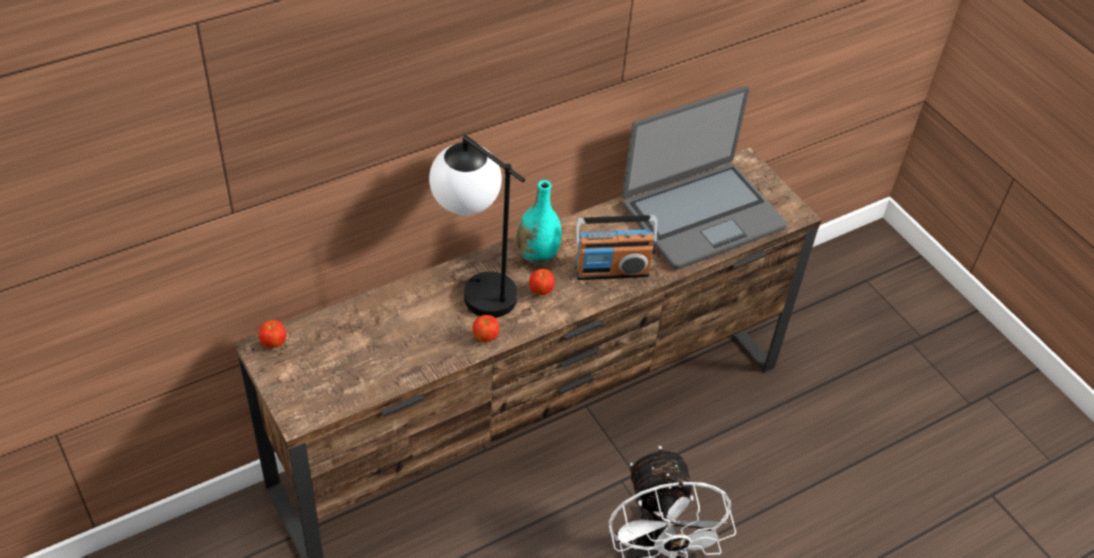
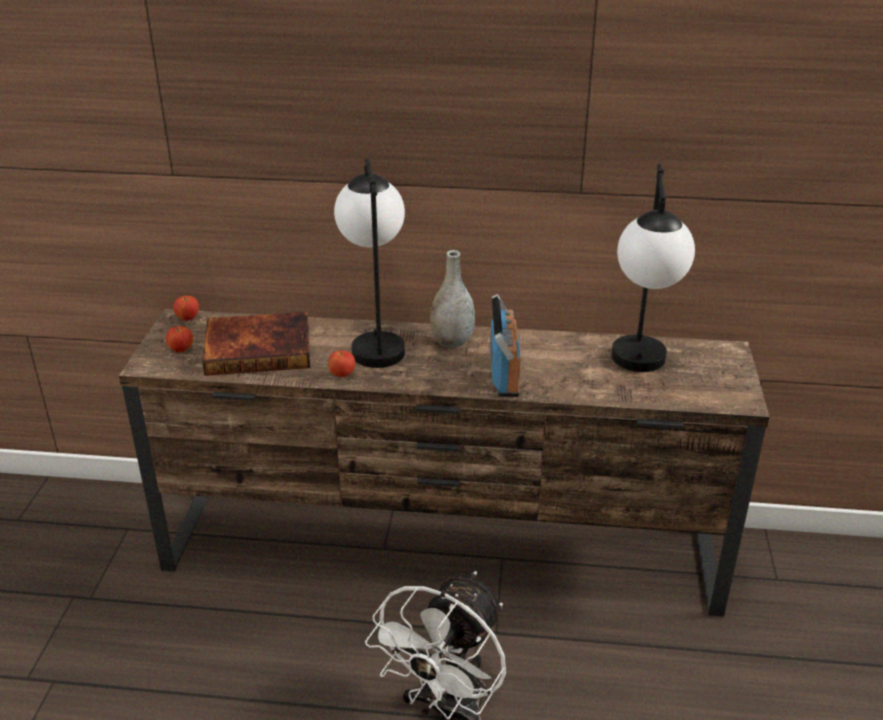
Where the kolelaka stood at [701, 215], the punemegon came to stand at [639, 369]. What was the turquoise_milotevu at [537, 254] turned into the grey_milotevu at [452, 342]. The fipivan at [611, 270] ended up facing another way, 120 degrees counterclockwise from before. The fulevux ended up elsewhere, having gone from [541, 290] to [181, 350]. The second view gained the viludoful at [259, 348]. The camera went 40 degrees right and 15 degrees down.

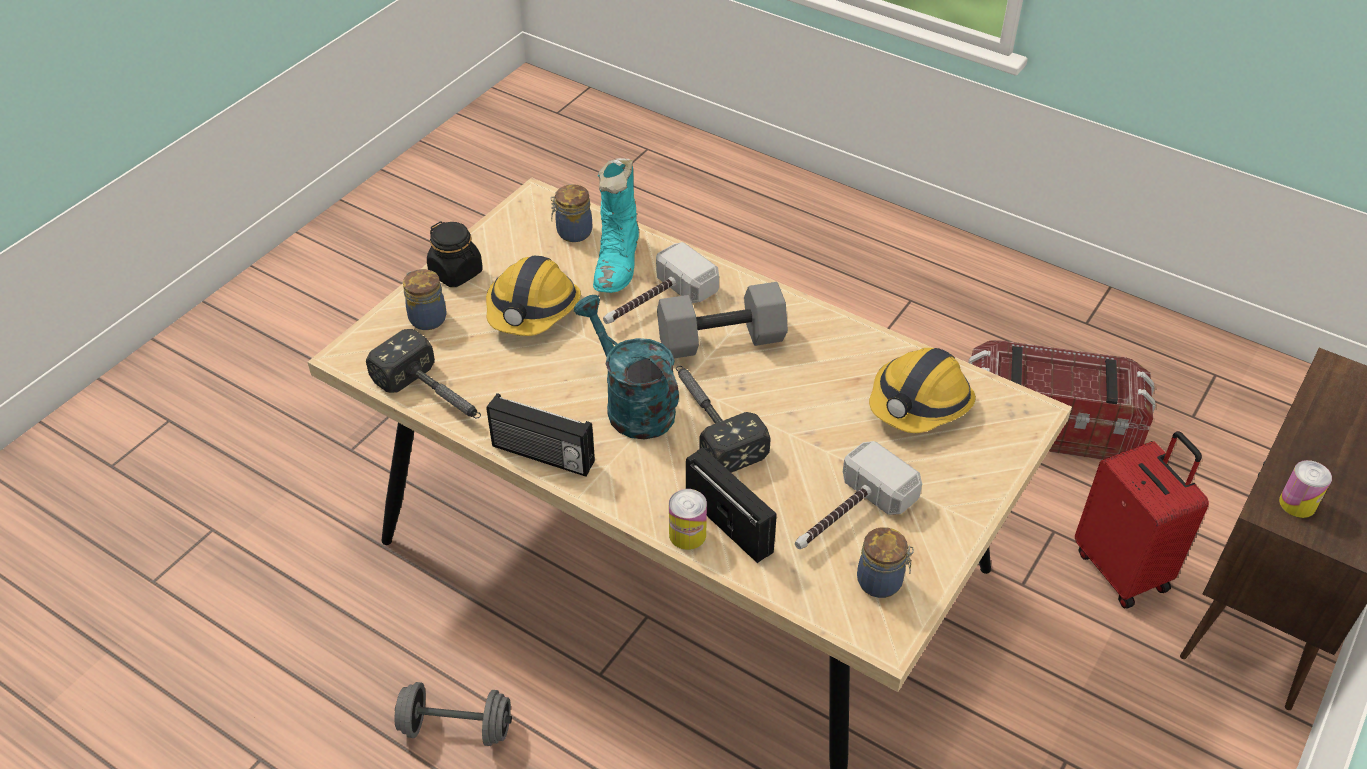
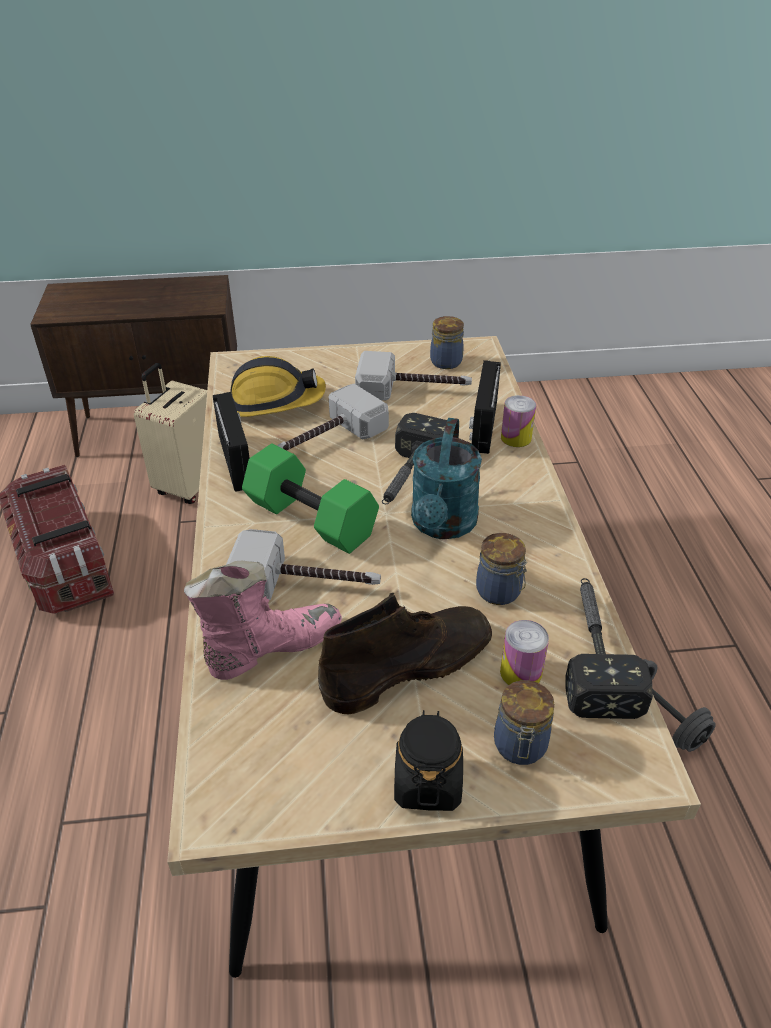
What was the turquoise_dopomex at [618, 263] turned into the pink_dopomex at [271, 648]. The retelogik ended up elsewhere, having gone from [572, 232] to [500, 592]. Where the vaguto stood at [533, 310], the brown_dopomex came to stand at [409, 666]. What was the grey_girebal at [720, 341] turned into the green_girebal at [313, 518]. The fipivan ended up elsewhere, having gone from [542, 456] to [237, 461]. What was the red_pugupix at [1123, 569] turned into the beige_pugupix at [188, 485]. The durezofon ended up elsewhere, having gone from [1297, 504] to [520, 672]. The second view gained the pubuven at [326, 439]. The camera went 130 degrees left and 5 degrees down.

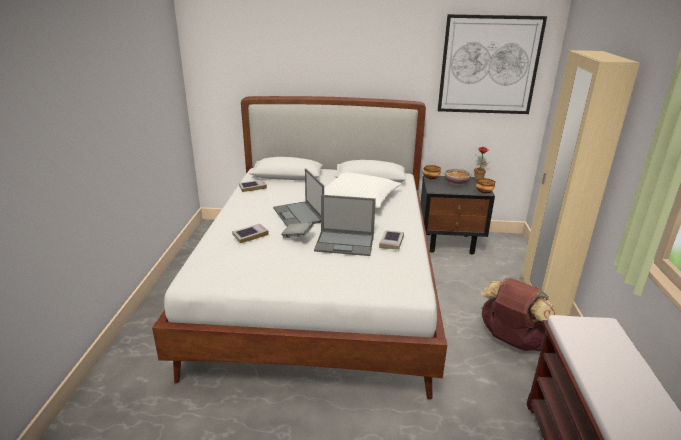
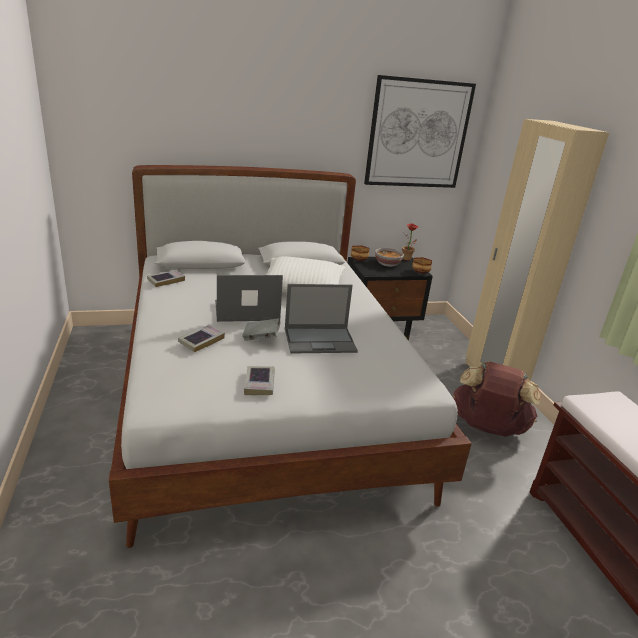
The kolelaka at [298, 215] ended up facing another way, 120 degrees clockwise from before. The viludoful ended up elsewhere, having gone from [391, 242] to [259, 383]. The camera went 20 degrees left and 0 degrees up.

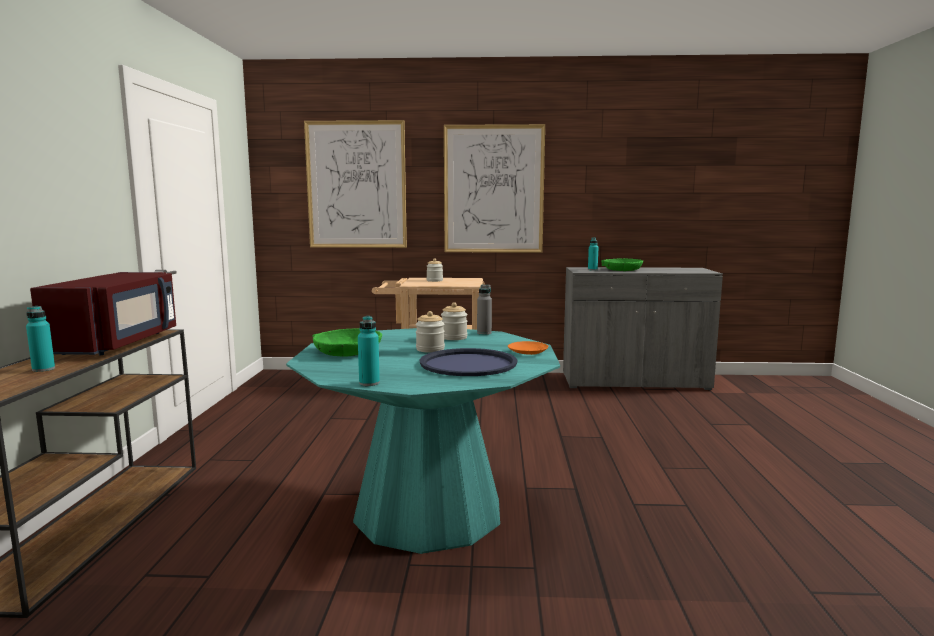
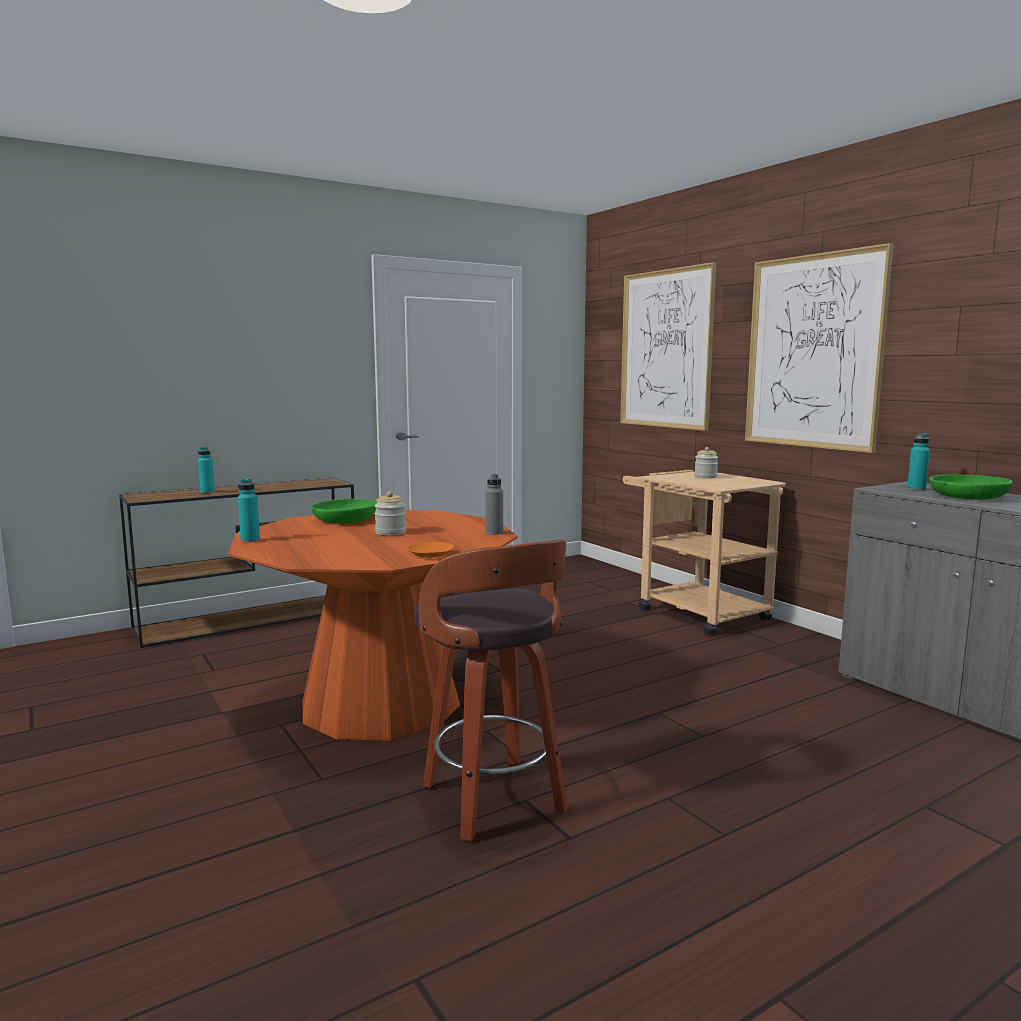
The second view lost the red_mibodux at [117, 343]. The second view lost the retelogik at [454, 337]. What was the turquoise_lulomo at [428, 511] turned into the orange_lulomo at [381, 703]. The second view lost the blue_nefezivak at [468, 364]. The second view gained the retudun at [495, 801]. The camera went 55 degrees right and 0 degrees up.

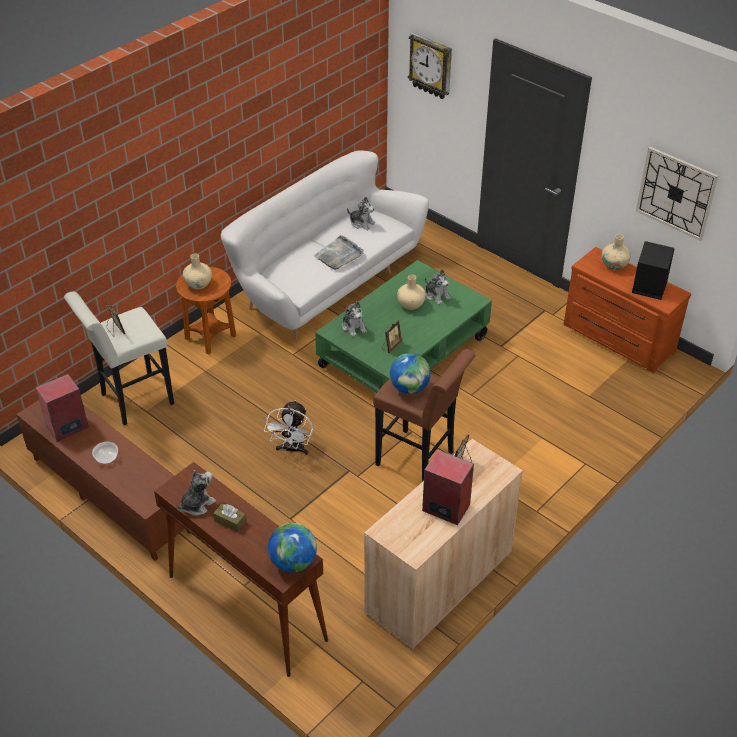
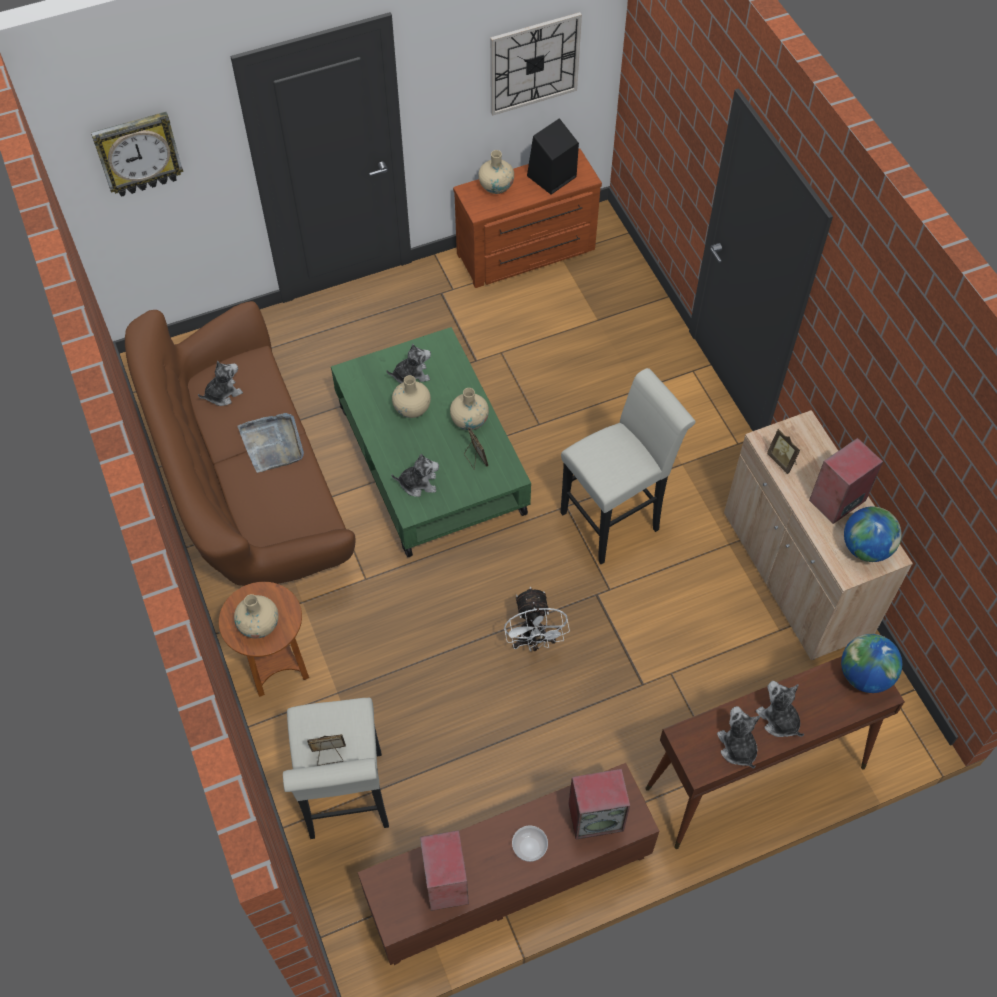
What was the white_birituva at [325, 283] turned into the brown_birituva at [250, 490]. What was the brown_retudun at [420, 460] turned into the white_retudun at [616, 518]. The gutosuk ended up elsewhere, having gone from [409, 388] to [866, 547]. The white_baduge at [292, 449] ended up facing another way, 45 degrees clockwise from before. Where the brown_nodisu stood at [230, 521], the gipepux came to stand at [778, 719]. The second view gained the beige_milotevu at [469, 420]. The second view gained the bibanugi at [596, 816]. The camera went 65 degrees left and 15 degrees up.

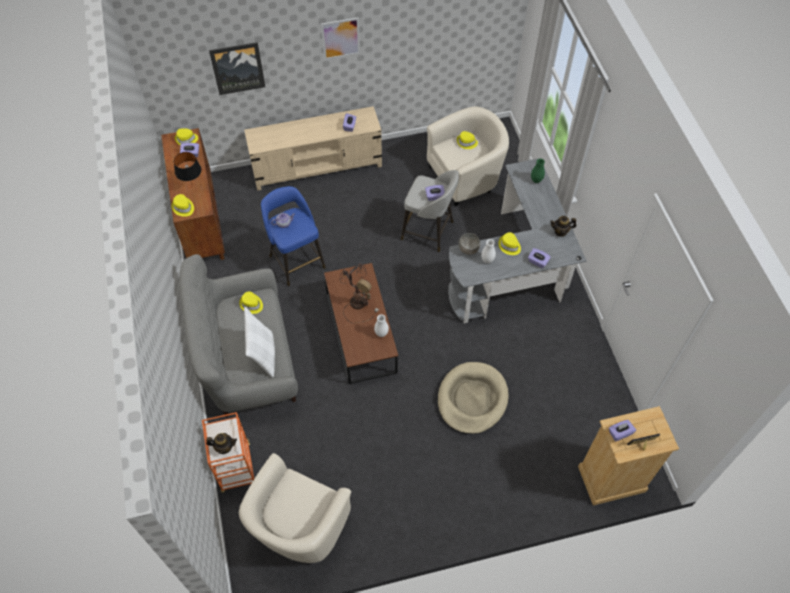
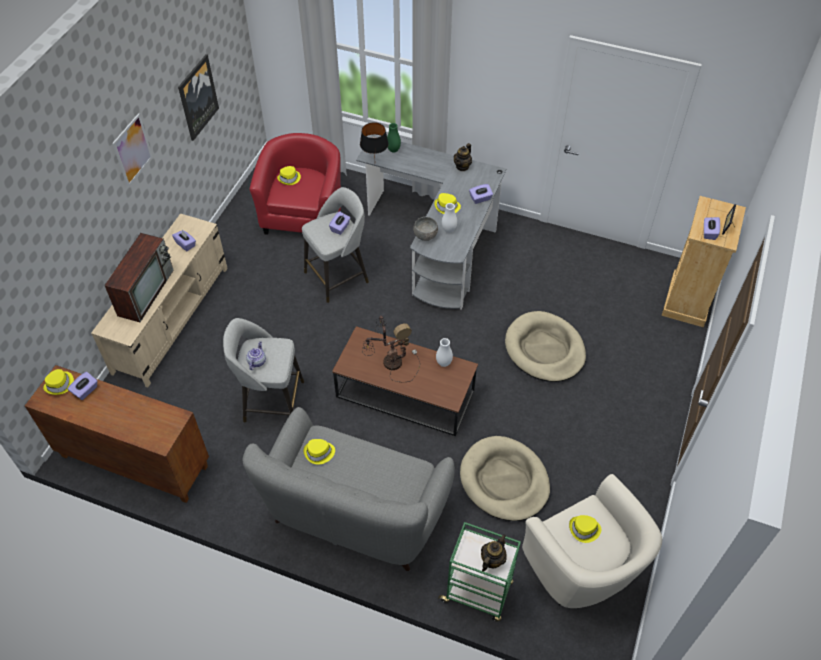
The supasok ended up elsewhere, having gone from [237, 68] to [197, 97]. What was the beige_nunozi at [466, 176] turned into the red_nunozi at [304, 215]. The black_punemegon ended up elsewhere, having gone from [192, 186] to [374, 163]. What was the blue_retudun at [296, 260] turned into the grey_retudun at [271, 401]. The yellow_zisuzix ended up elsewhere, having gone from [183, 207] to [584, 530]. The second view lost the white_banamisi at [263, 354]. What was the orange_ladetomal at [236, 468] turned into the green_ladetomal at [477, 592]. The second view gained the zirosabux at [146, 291]. The second view gained the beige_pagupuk at [504, 481]. The camera went 55 degrees left and 5 degrees down.

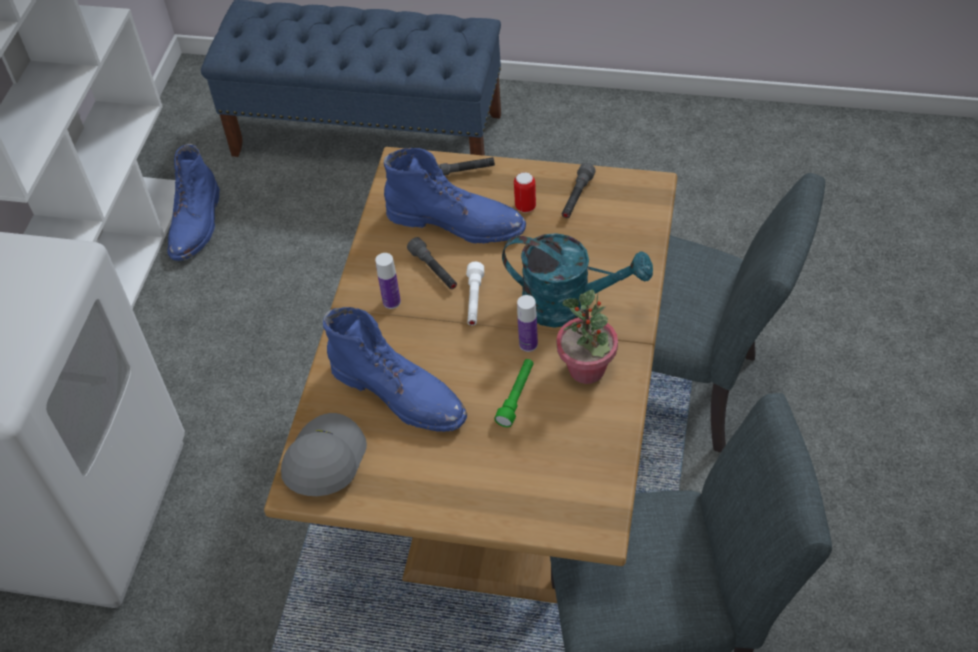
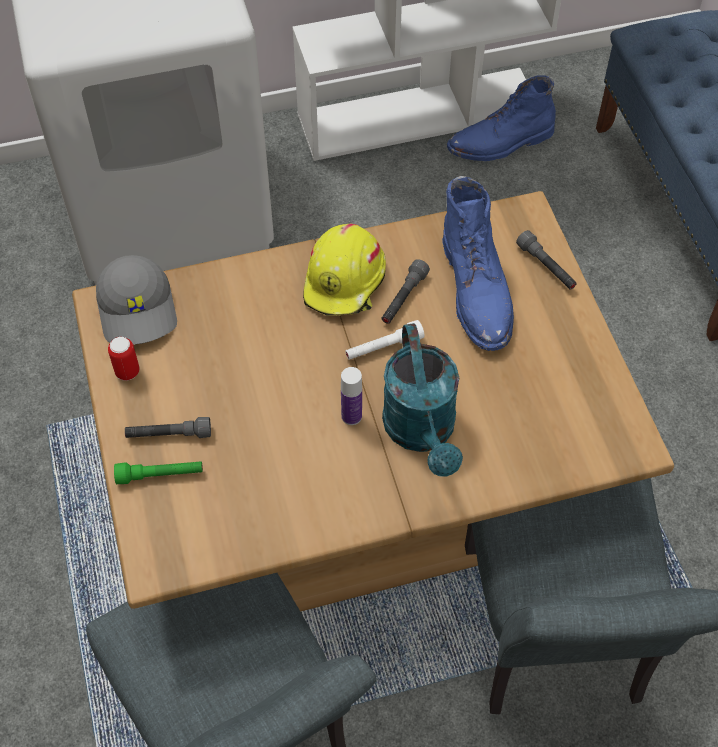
The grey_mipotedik ended up elsewhere, having gone from [576, 197] to [169, 435]. The durezofon ended up elsewhere, having gone from [525, 206] to [127, 372]. Where the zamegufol stood at [391, 302], the yellow_vaguto came to stand at [345, 281]. The second view lost the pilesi at [587, 369]. The second view lost the blue_dopomex at [400, 392]. The green_mipotedik ended up elsewhere, having gone from [516, 396] to [160, 475]. The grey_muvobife at [323, 461] ended up facing another way, 90 degrees clockwise from before. The camera went 60 degrees right and 5 degrees up.

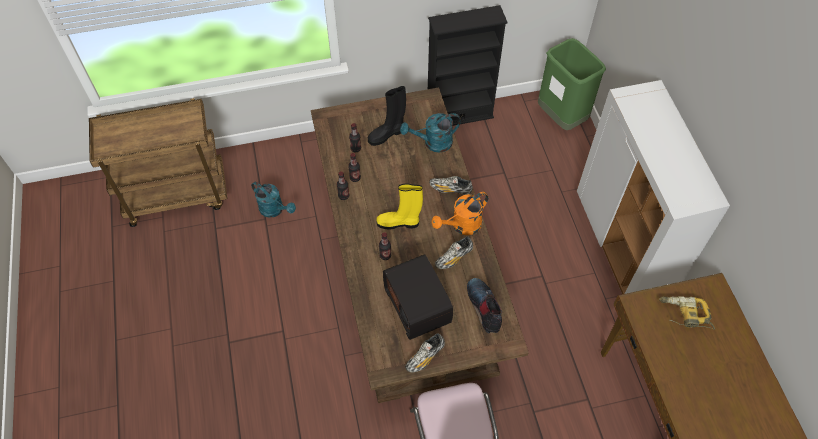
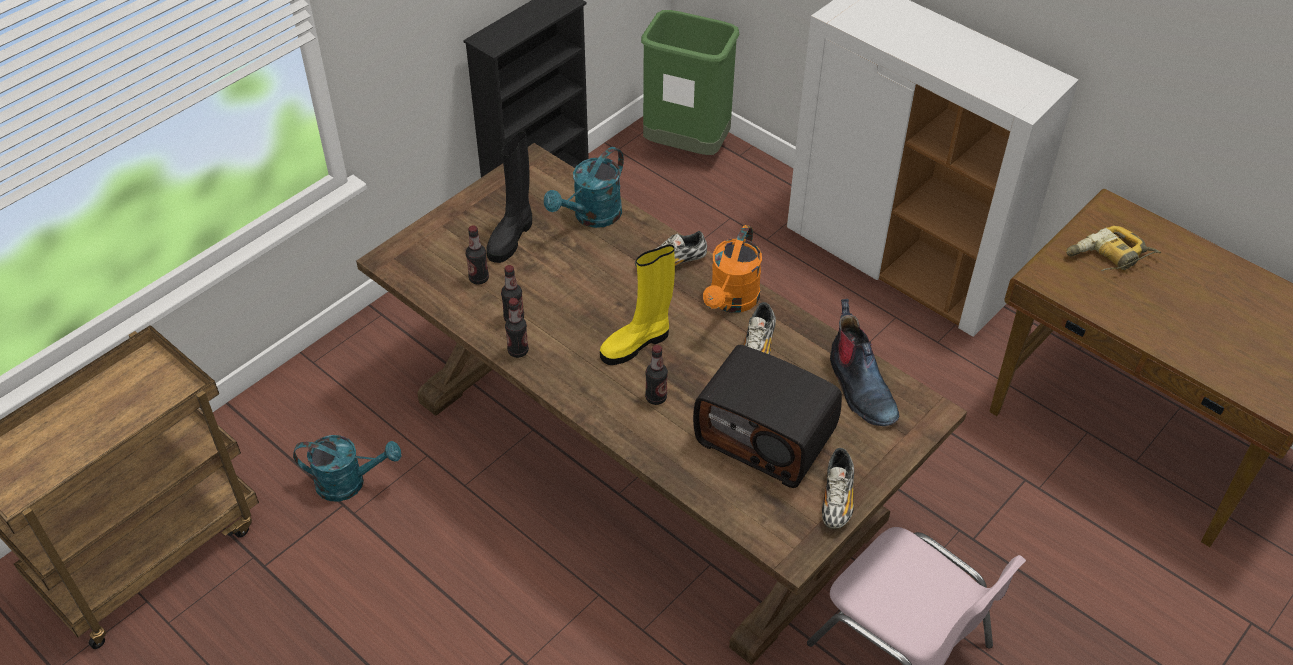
The dopomex at [485, 308] ended up facing another way, 150 degrees counterclockwise from before. The camera went 35 degrees left and 10 degrees down.

